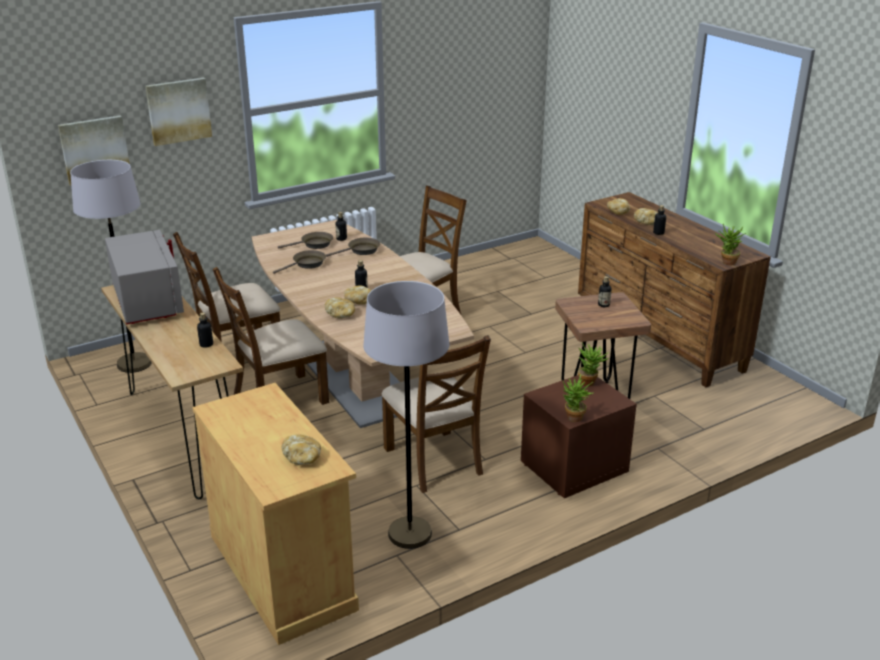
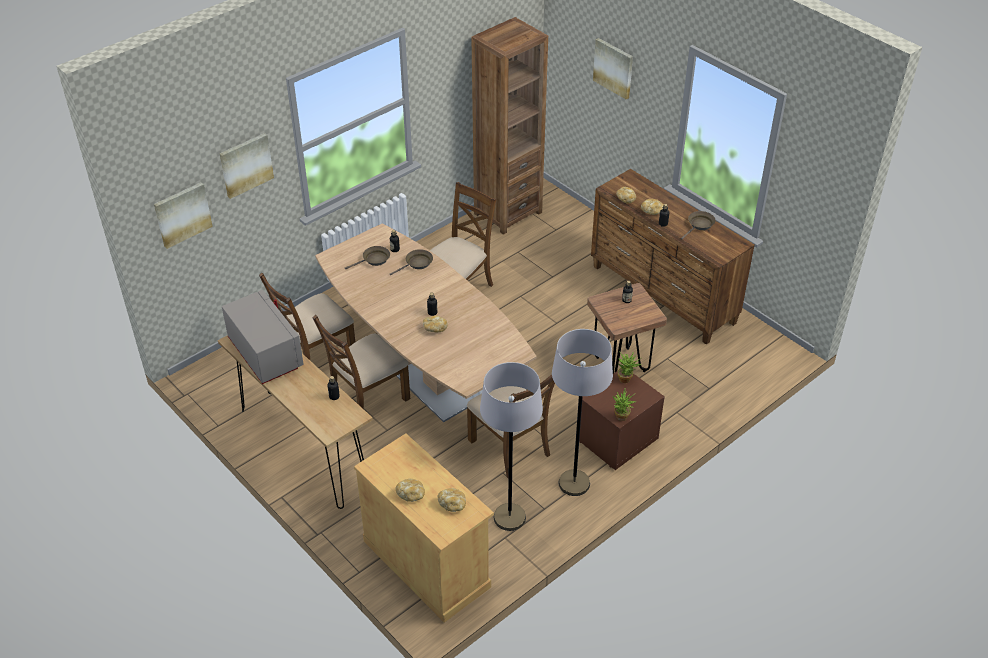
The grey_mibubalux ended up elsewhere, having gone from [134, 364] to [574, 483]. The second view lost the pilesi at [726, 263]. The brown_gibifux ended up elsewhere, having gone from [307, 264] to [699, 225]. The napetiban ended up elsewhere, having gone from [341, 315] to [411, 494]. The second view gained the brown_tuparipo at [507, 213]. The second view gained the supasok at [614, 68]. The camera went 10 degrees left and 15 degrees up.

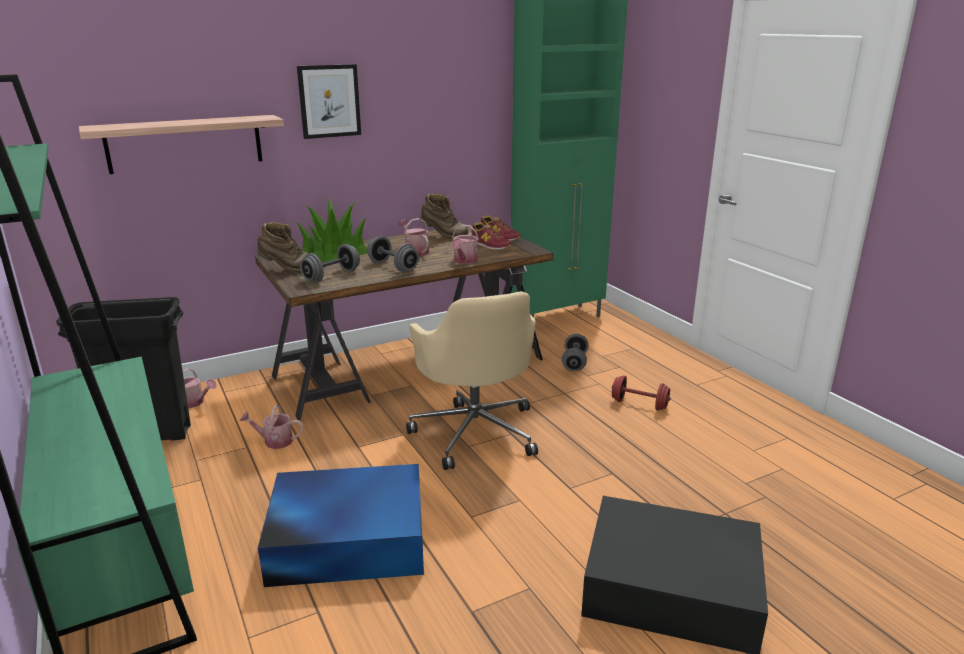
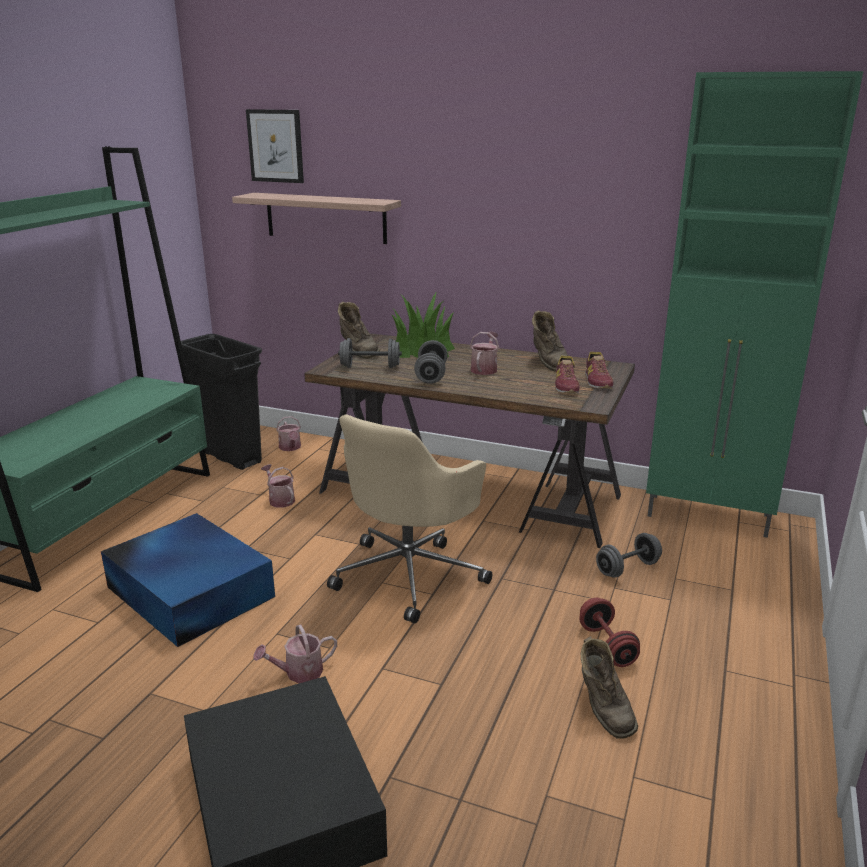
The supasok ended up elsewhere, having gone from [329, 101] to [275, 146]. The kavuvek ended up elsewhere, having gone from [464, 261] to [298, 673]. The second view gained the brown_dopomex at [603, 710]. The camera went 50 degrees right and 0 degrees up.

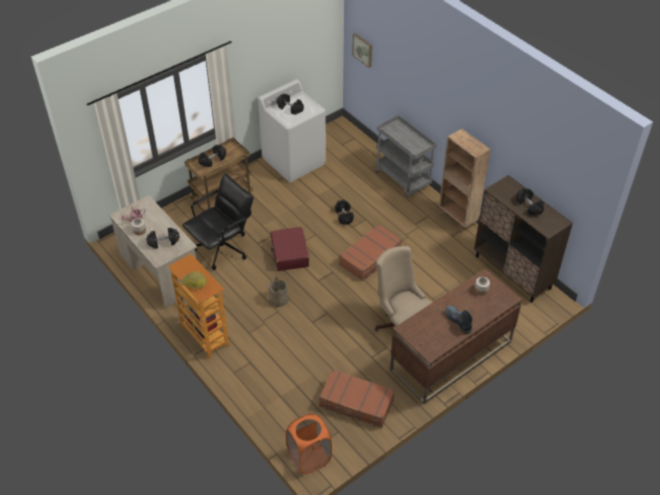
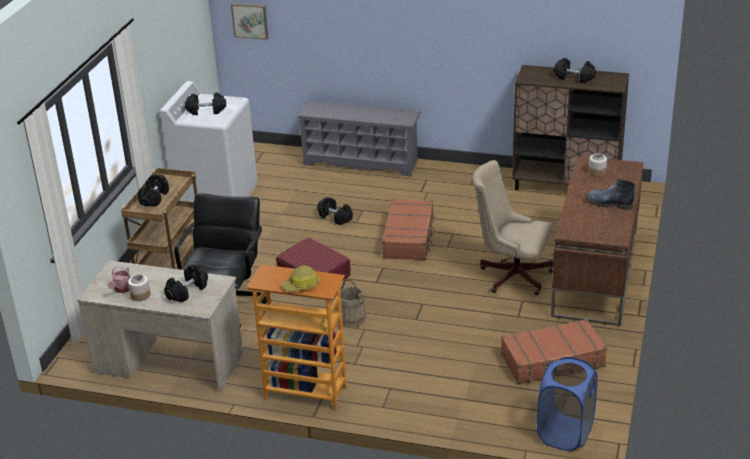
Where the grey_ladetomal stood at [403, 179], the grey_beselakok came to stand at [362, 162]. The second view lost the brown_tuparipo at [457, 220]. What was the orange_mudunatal at [309, 458] turned into the blue_mudunatal at [565, 433]. The camera went 35 degrees left and 15 degrees down.

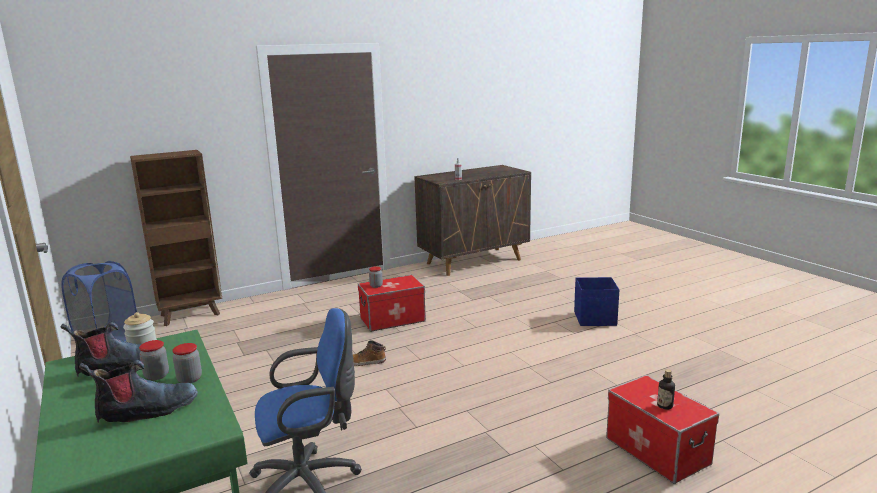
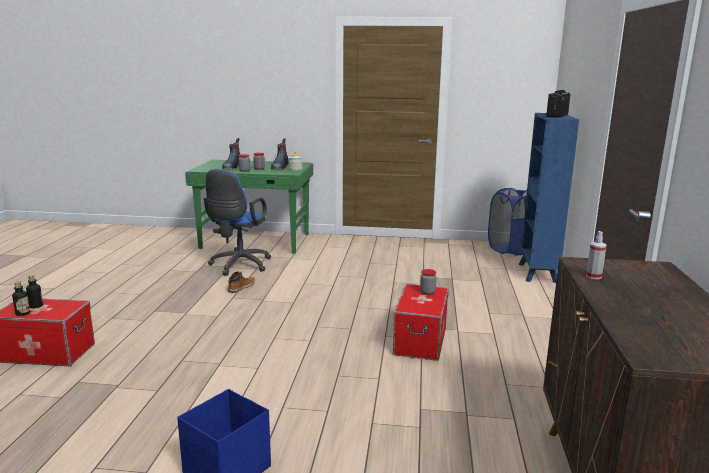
What was the brown_tuparipo at [191, 315] turned into the blue_tuparipo at [537, 273]. The dopomex ended up elsewhere, having gone from [366, 362] to [241, 287]. The second view gained the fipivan at [557, 116]. The second view gained the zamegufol at [23, 313]. The camera went 125 degrees right and 0 degrees up.

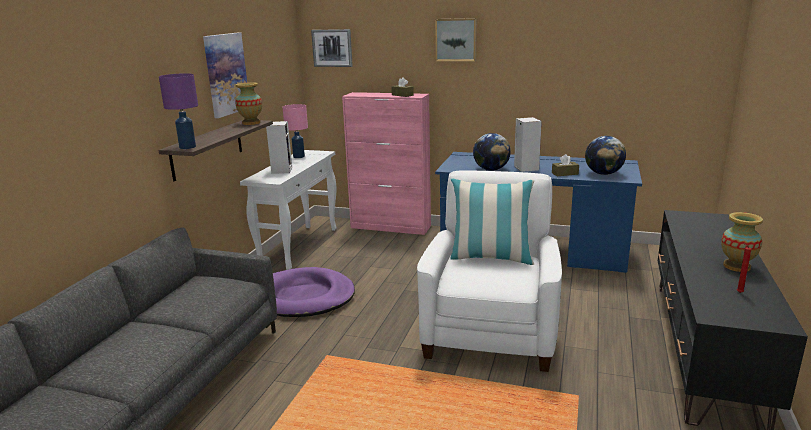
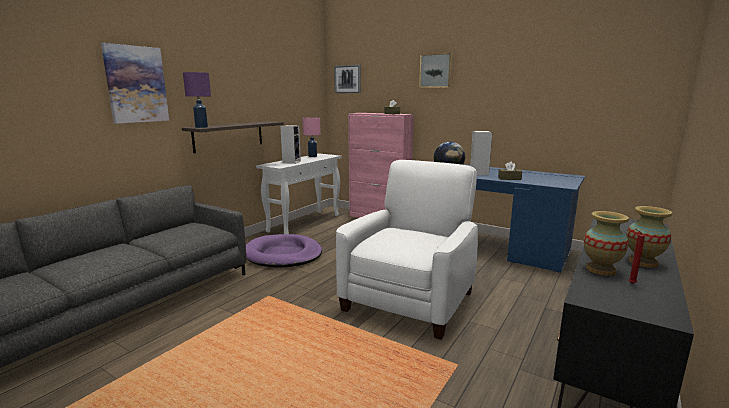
The supasok ended up elsewhere, having gone from [226, 74] to [136, 84]. The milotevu ended up elsewhere, having gone from [251, 123] to [600, 269]. The second view lost the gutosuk at [603, 174]. The second view lost the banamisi at [491, 257]. The camera went 15 degrees right and 5 degrees down.

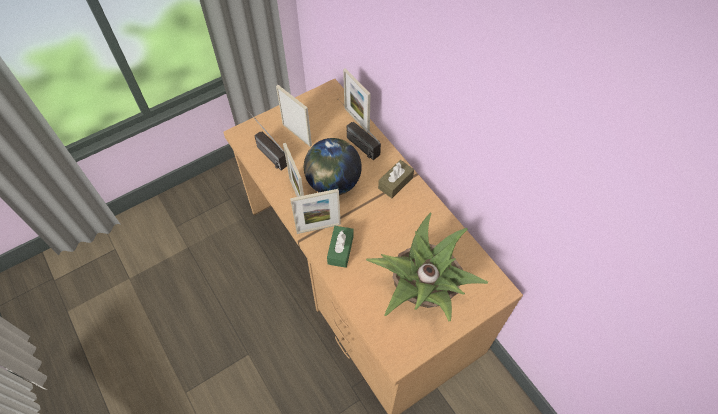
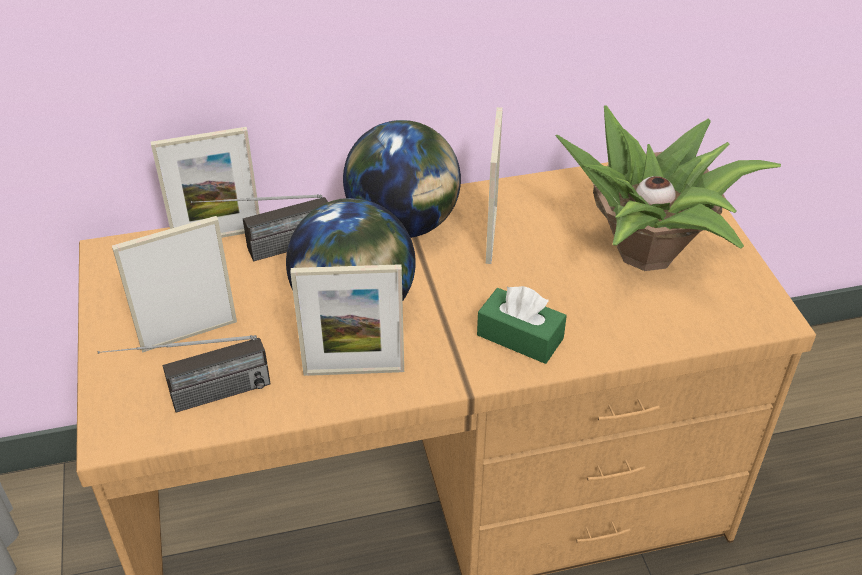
Where the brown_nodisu stood at [395, 183], the gutosuk came to stand at [403, 224]. The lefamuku ended up elsewhere, having gone from [318, 228] to [491, 234]. The camera went 70 degrees left and 15 degrees down.

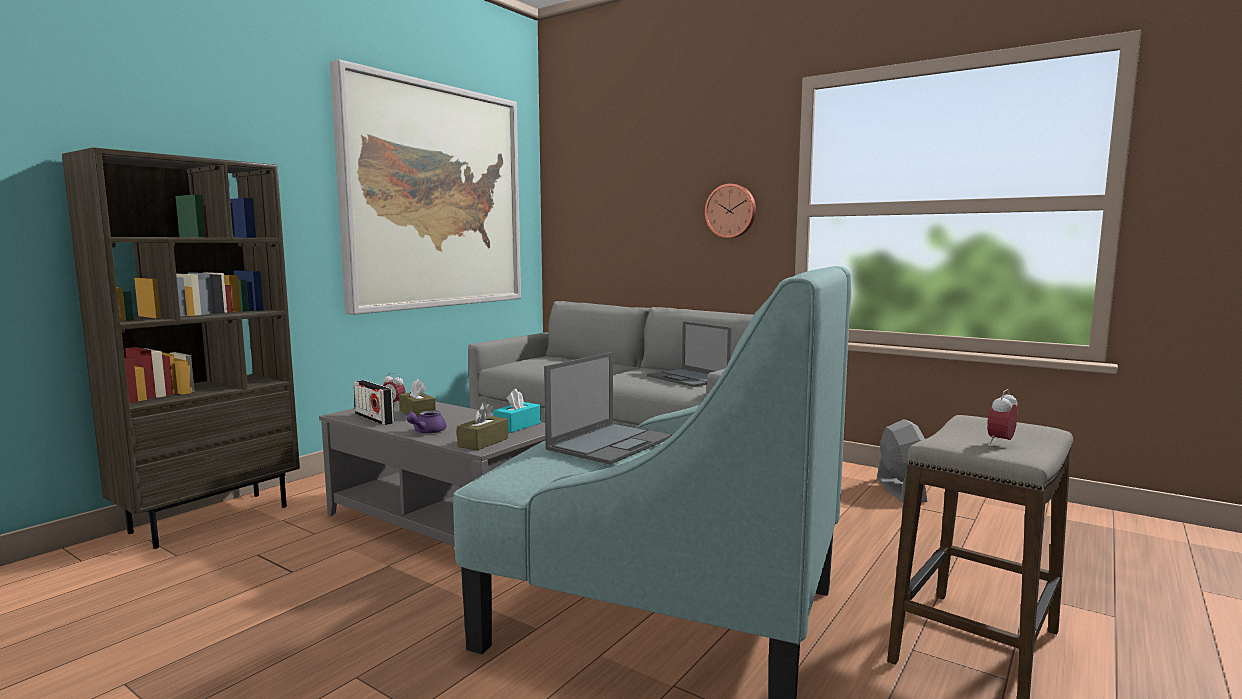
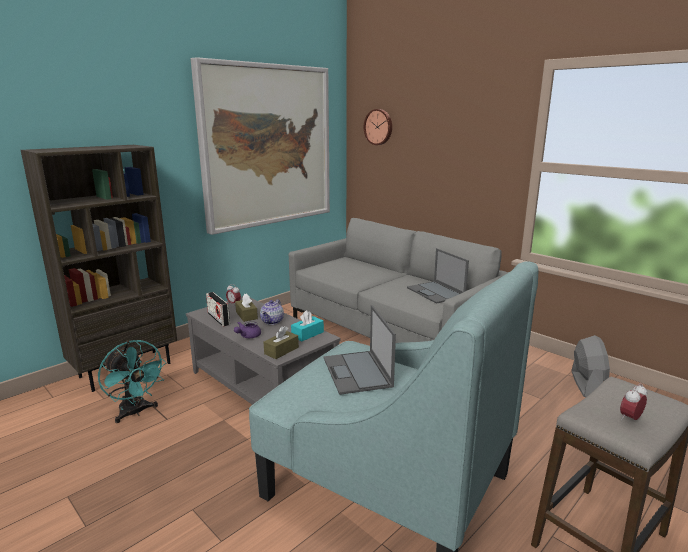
The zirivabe ended up elsewhere, having gone from [731, 211] to [379, 127]. The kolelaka at [610, 443] ended up facing another way, 120 degrees clockwise from before. The second view gained the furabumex at [272, 321]. The second view gained the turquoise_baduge at [136, 412]. The camera went 10 degrees right and 10 degrees up.

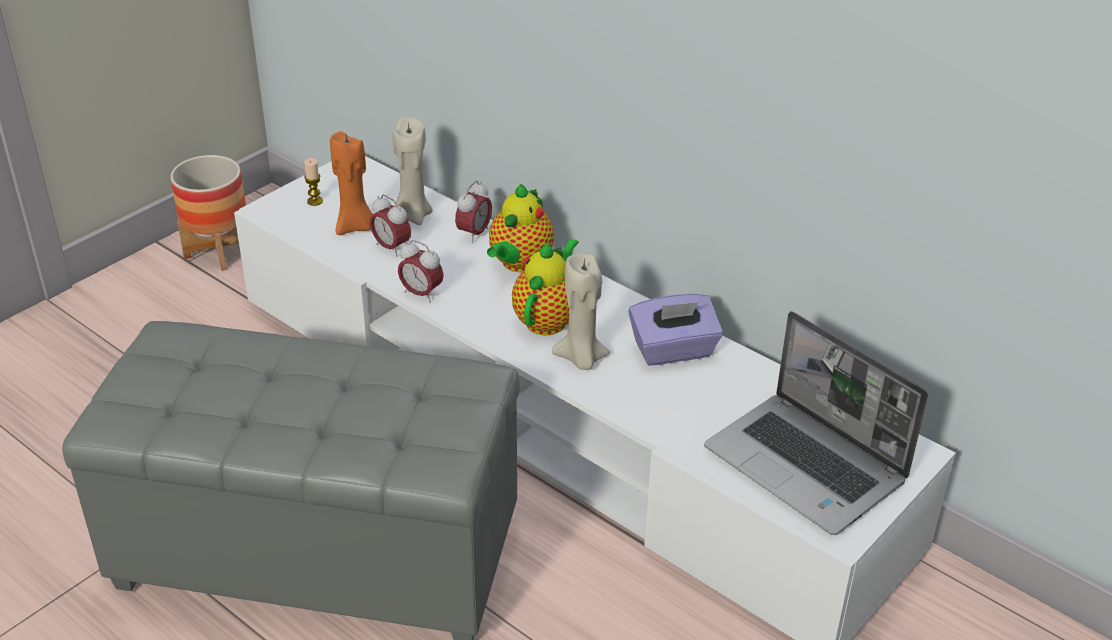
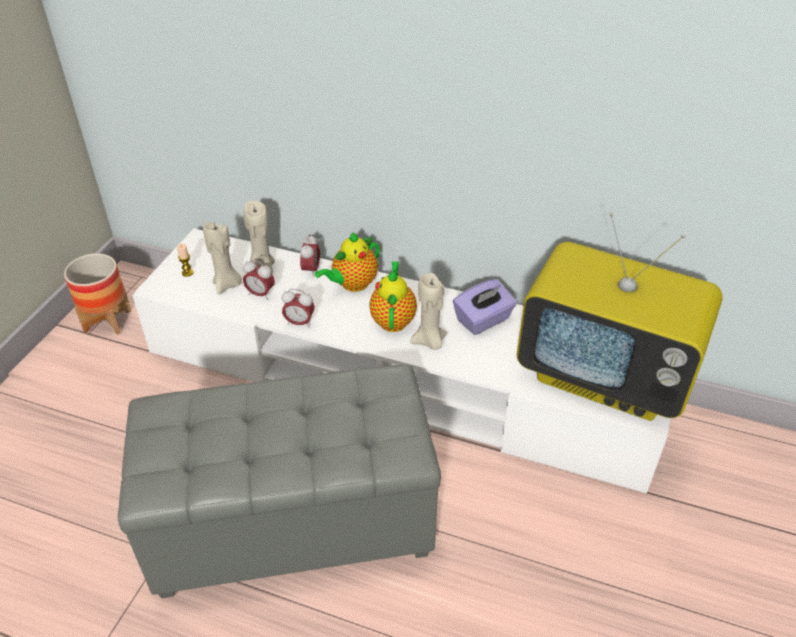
What was the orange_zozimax at [356, 227] turned into the beige_zozimax at [227, 285]. The furabumex at [519, 264] ended up facing another way, 45 degrees clockwise from before. Where the kolelaka stood at [807, 466], the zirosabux came to stand at [606, 376]. The camera went 20 degrees left and 5 degrees up.

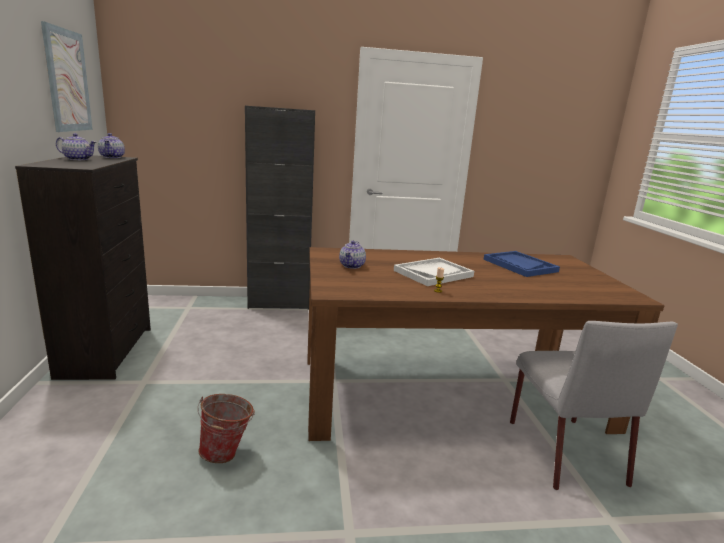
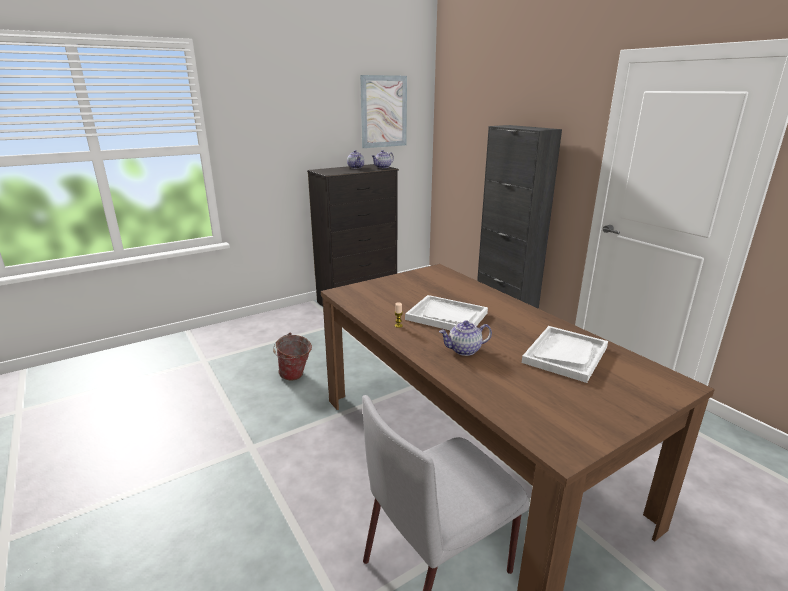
The furabumex ended up elsewhere, having gone from [352, 266] to [464, 350]. What was the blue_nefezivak at [519, 265] turned into the white_nefezivak at [565, 355]. The camera went 65 degrees right and 5 degrees up.

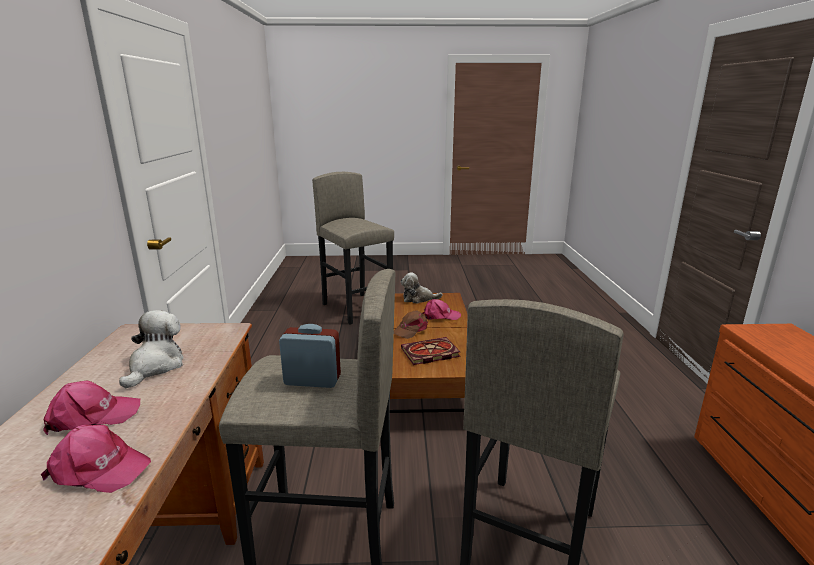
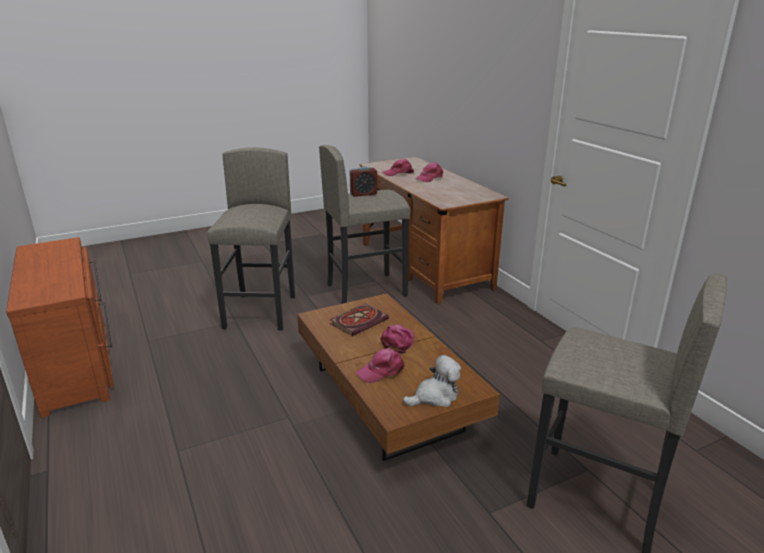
The second view lost the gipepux at [155, 366]. What was the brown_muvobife at [411, 330] turned into the pink_muvobife at [398, 342]. The camera went 155 degrees right and 5 degrees up.

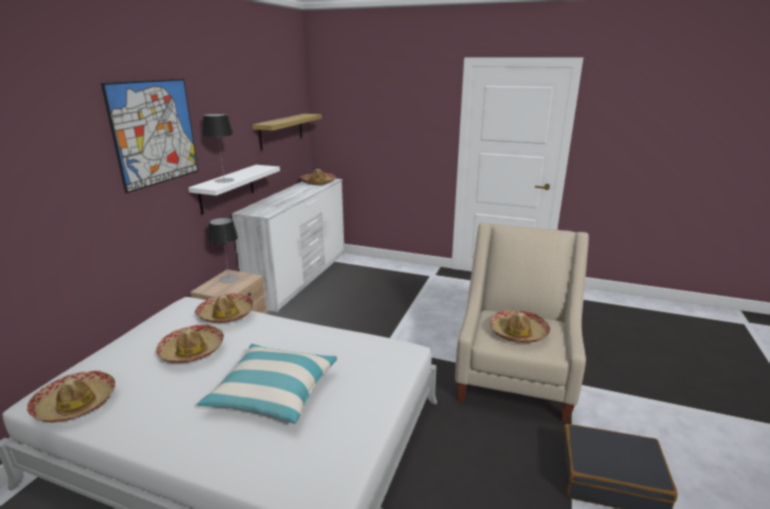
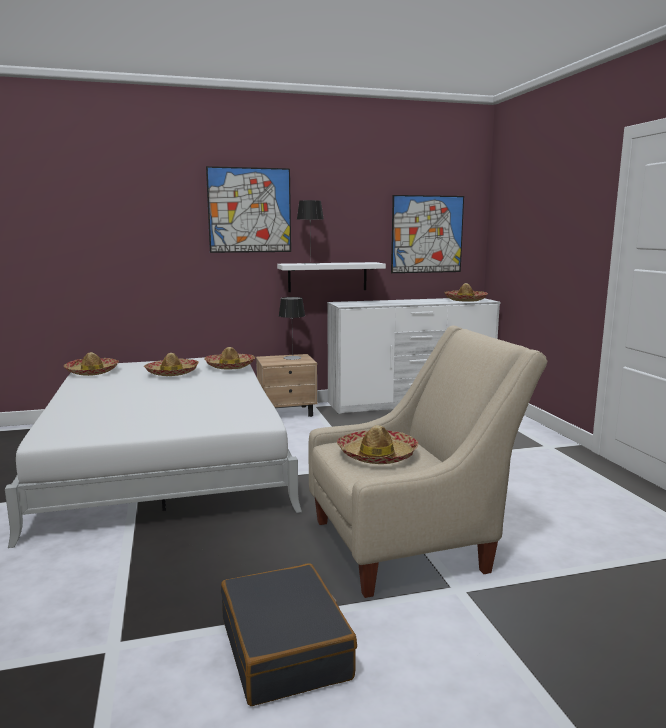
Where the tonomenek hung at [281, 131], the supasok came to hang at [427, 234]. The second view lost the banamisi at [273, 392]. The camera went 55 degrees right and 10 degrees down.

